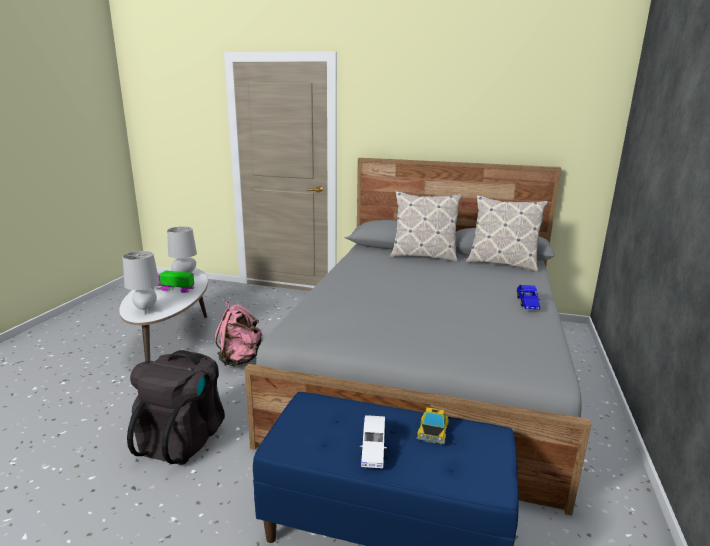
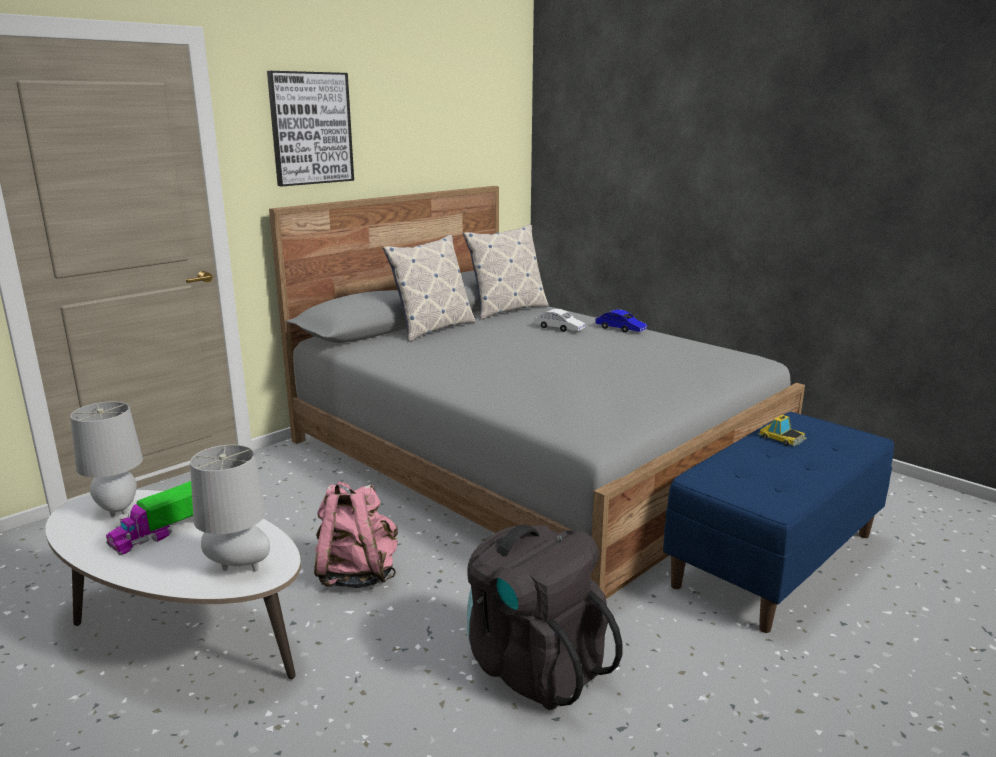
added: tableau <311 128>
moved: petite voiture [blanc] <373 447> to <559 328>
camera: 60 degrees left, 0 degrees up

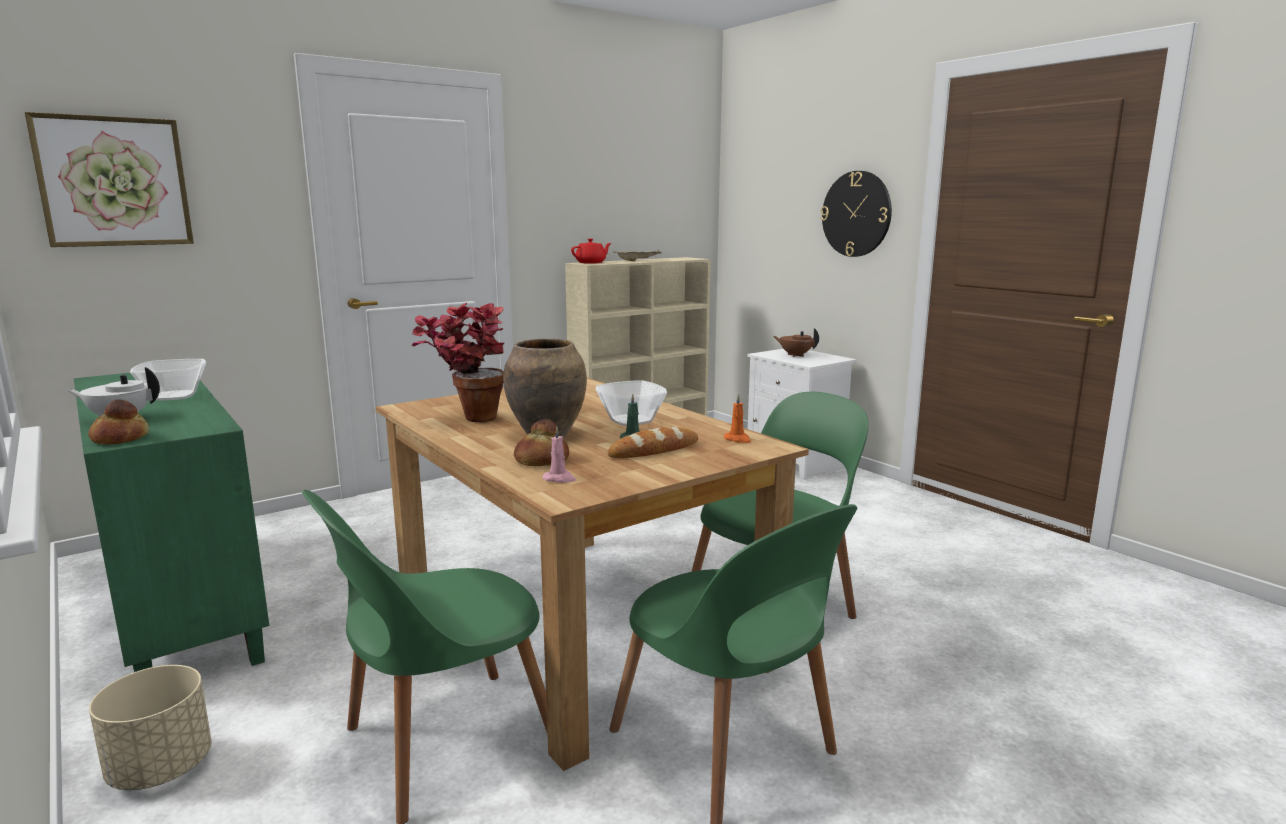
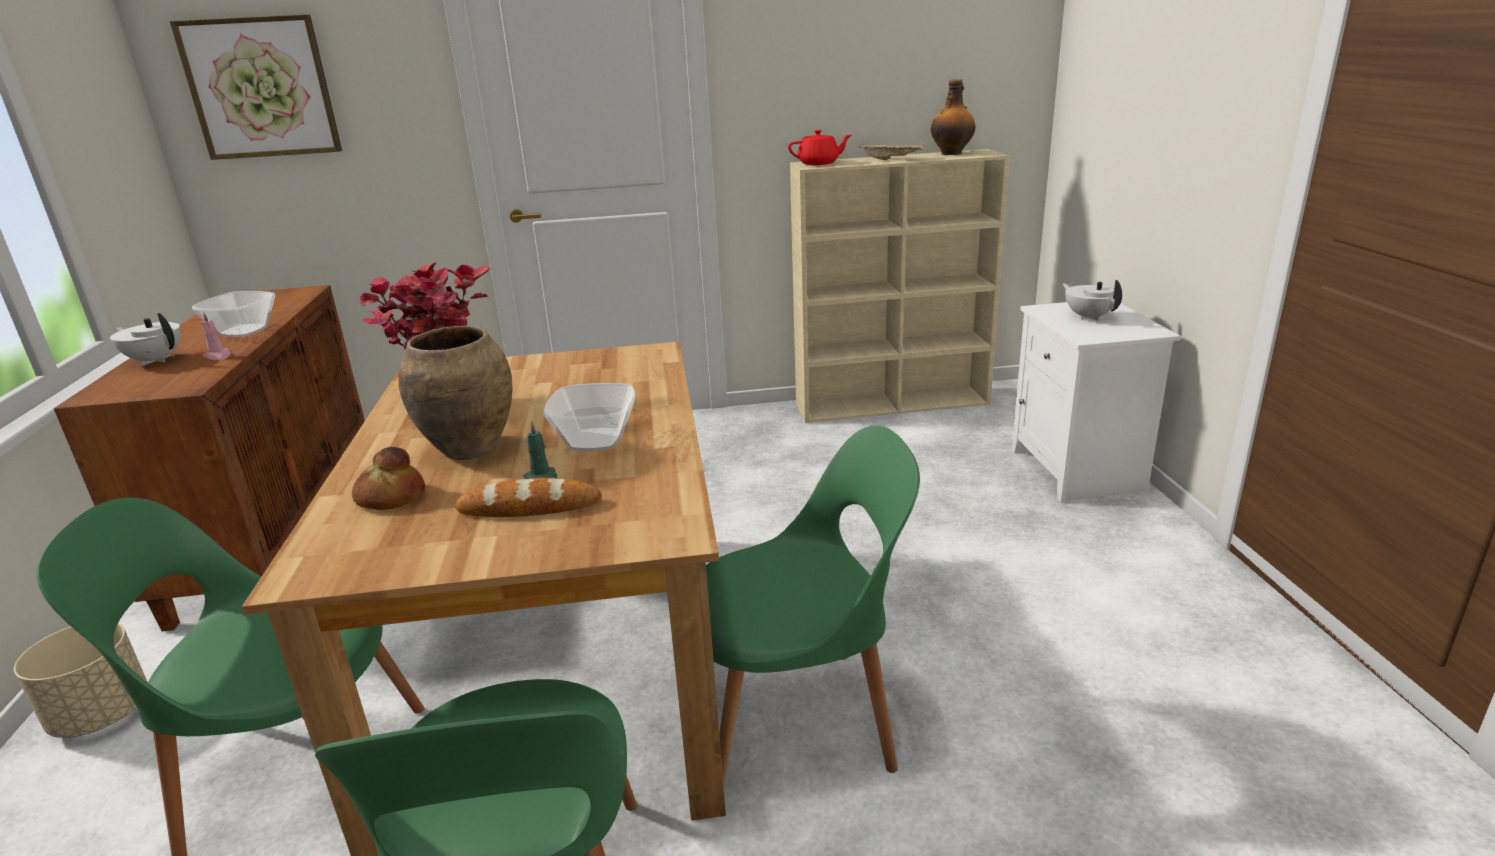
removed: pain <120 438>; bougie [orange] <738 439>; horloge murale <856 214>
added: bouteille <952 153>
moved: bougie [rose] <560 479> to <218 356>
recoloured: meuble de rangement [vert] <179 607> to meuble de rangement [marron] <279 532>; théière [marron] <795 355> to théière [blanc] <1088 317>
camera: 30 degrees right, 10 degrees up

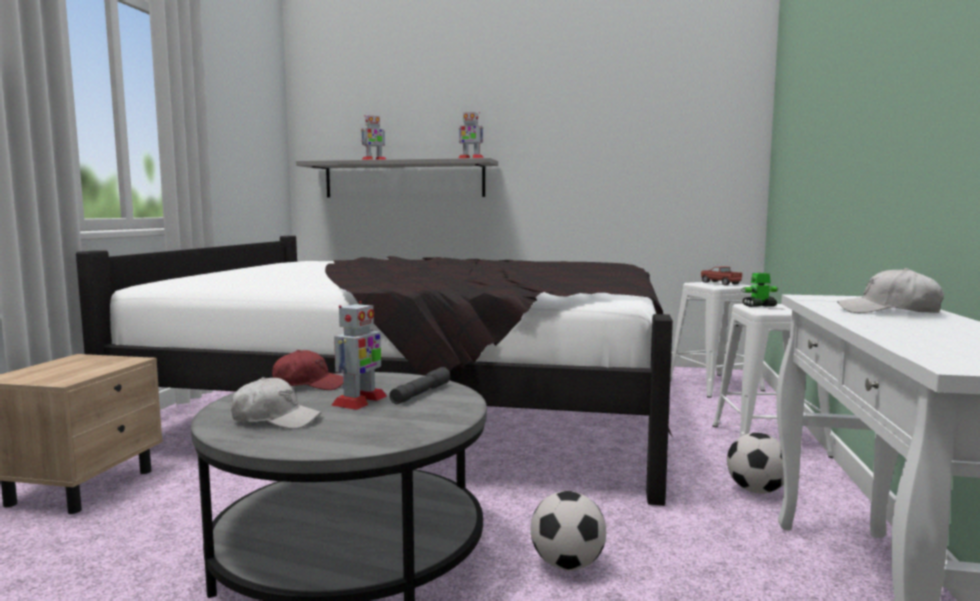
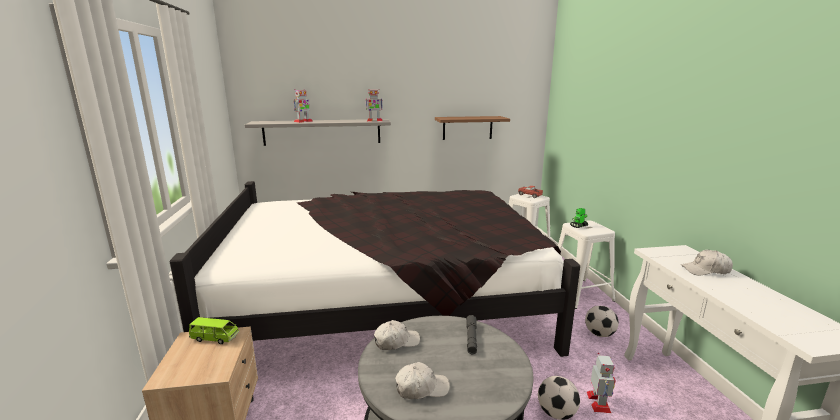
added: petite voiture [vert] <215 338>; étagère [marron] <467 128>
moved: robot jouet <359 401> to <598 402>
recoloured: casquette [rouge] <309 384> to casquette [blanc] <396 341>
camera: 20 degrees left, 10 degrees up

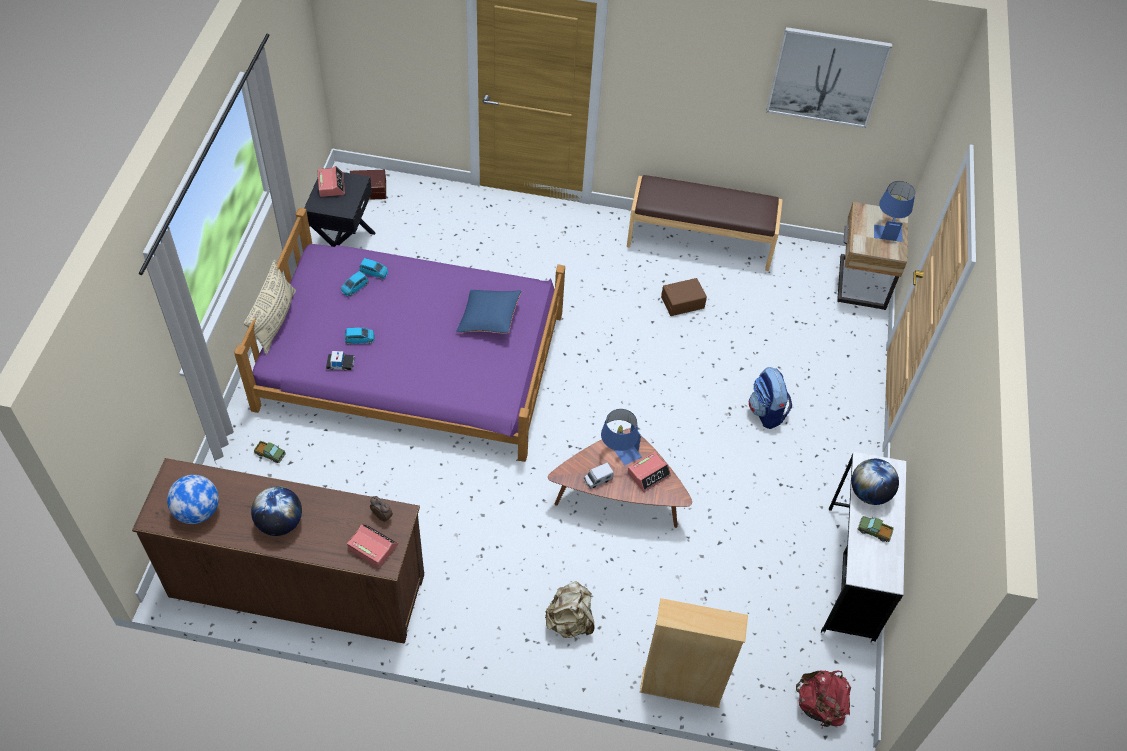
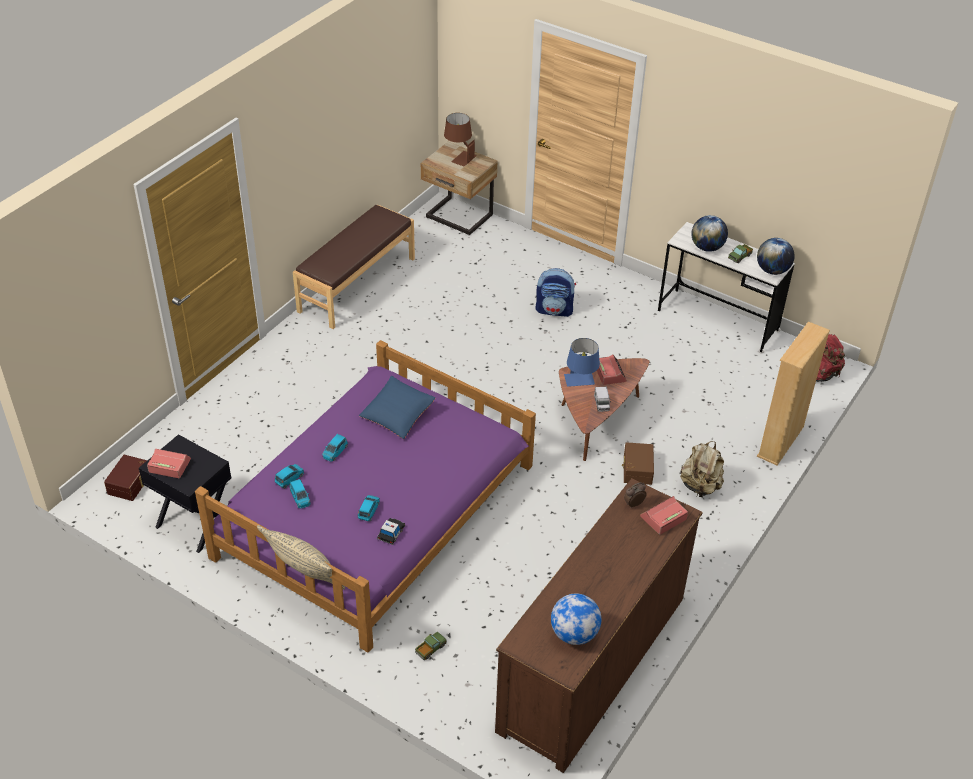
removed: tableau <827 77>
added: petite voiture [bleu] <335 452>
moved: globe <280 523> to <772 270>; boîte de rangement [marron] <682 301> to <636 469>
recoloured: lampe de table [bleu] <887 228> to lampe de table [marron] <459 157>
camera: 65 degrees left, 10 degrees down

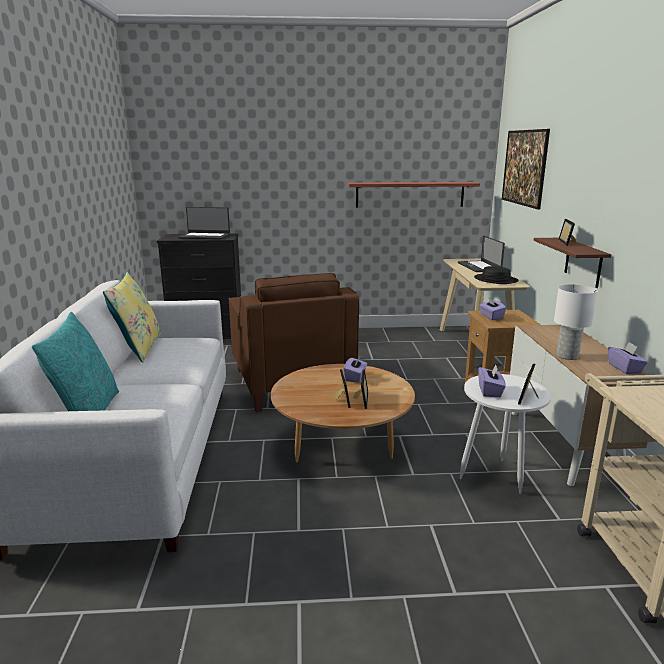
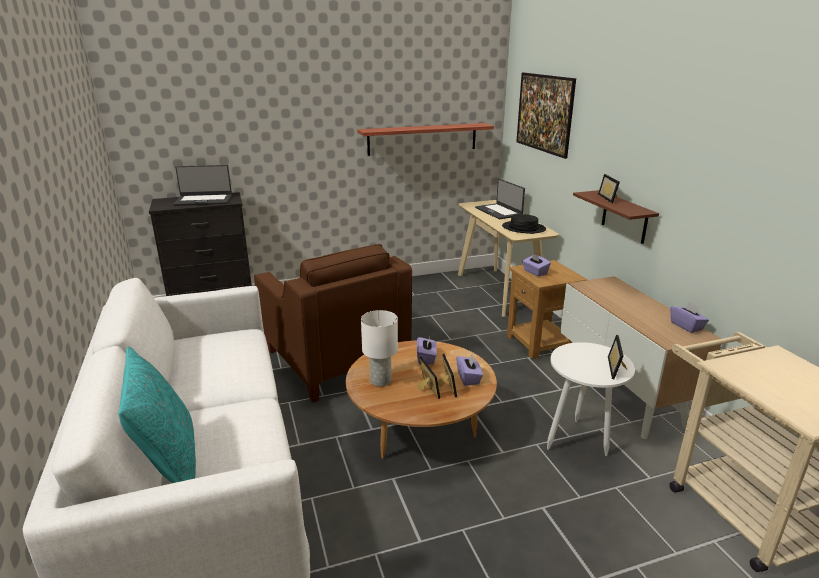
removed: coussin [jaune] <138 348>
moved: boîte à mouchoirs [violet] <490 391> to <469 378>; lampe de table [blanc] <567 356> to <381 380>
camera: 15 degrees left, 5 degrees up

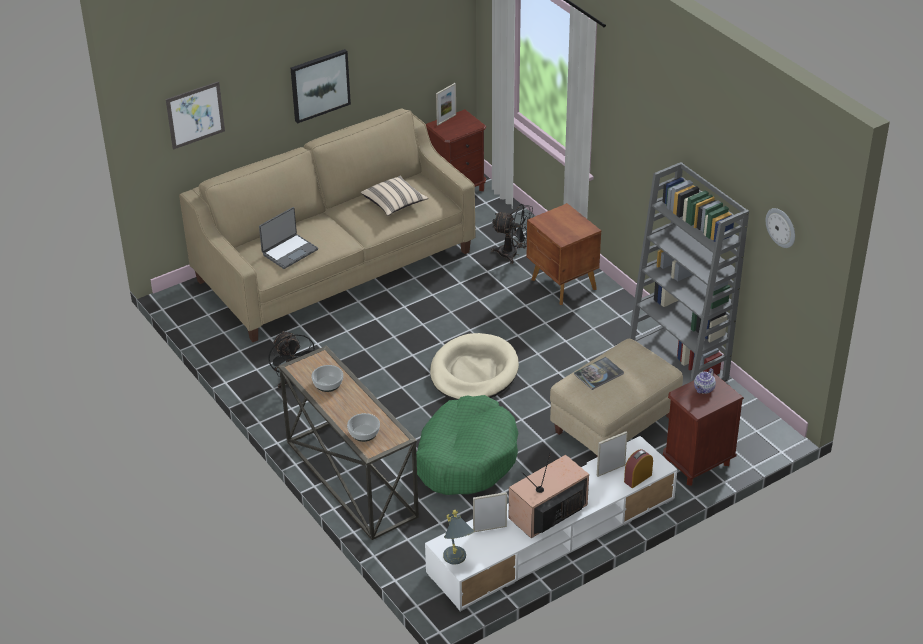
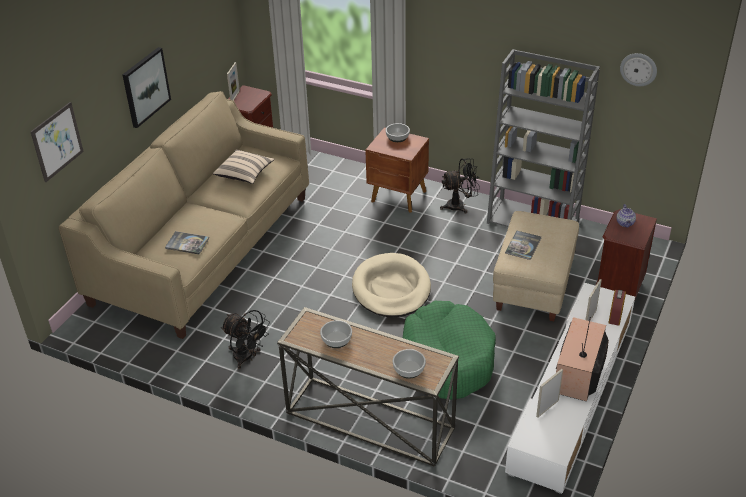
removed: lampe de table [gris] <457 562>
added: bol <397 137>
moved: ventilateur [noir] <513 254> to <460 205>
replaced: ordinateur portable <289 252> to livre <187 243>
camera: 30 degrees left, 0 degrees up

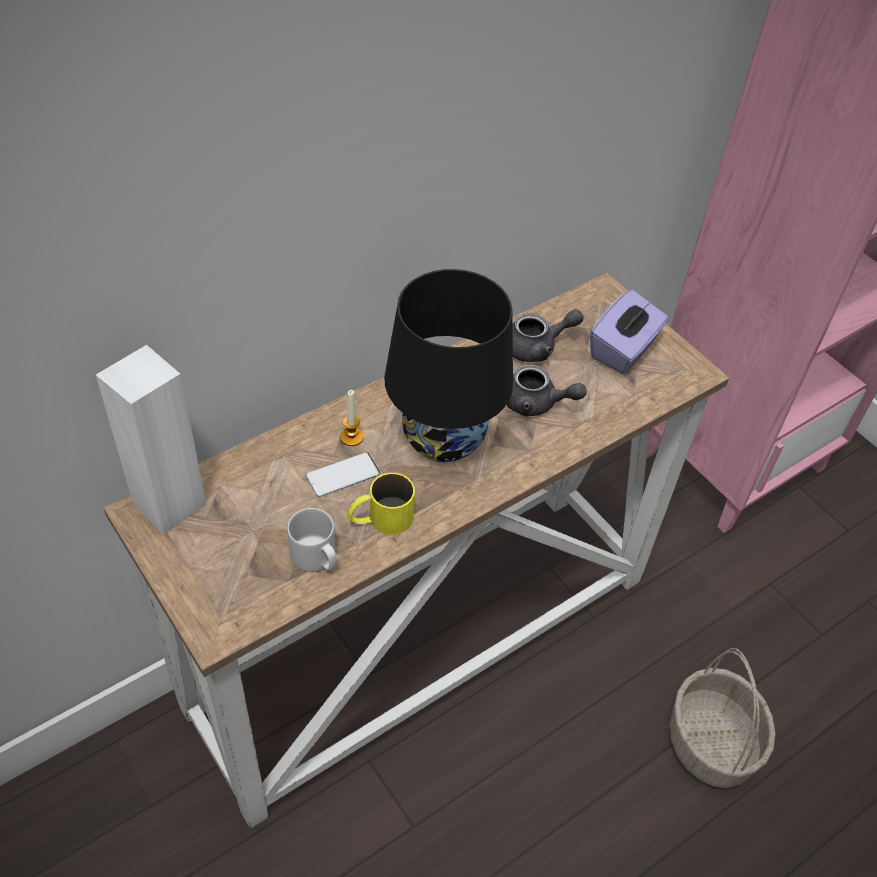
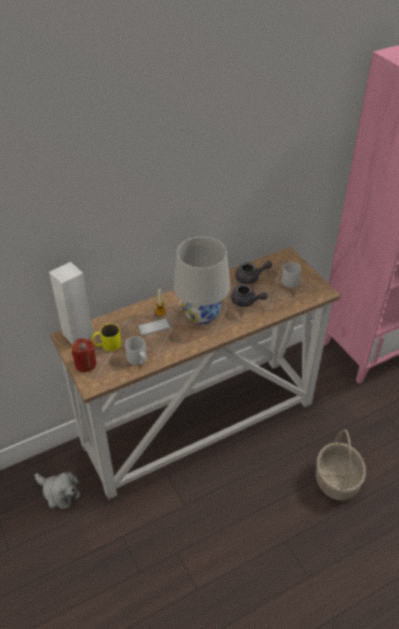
added: peluche <59 493>; bougie [rouge] <85 364>
moved: mug [jaune] <380 519> to <106 344>
replaced: boîte à mouchoirs [violet] <623 350> to mug [gris] <291 281>
recoloured: lampe de table [noir] <443 438> to lampe de table [blanc] <201 314>
camera: 10 degrees right, 5 degrees down

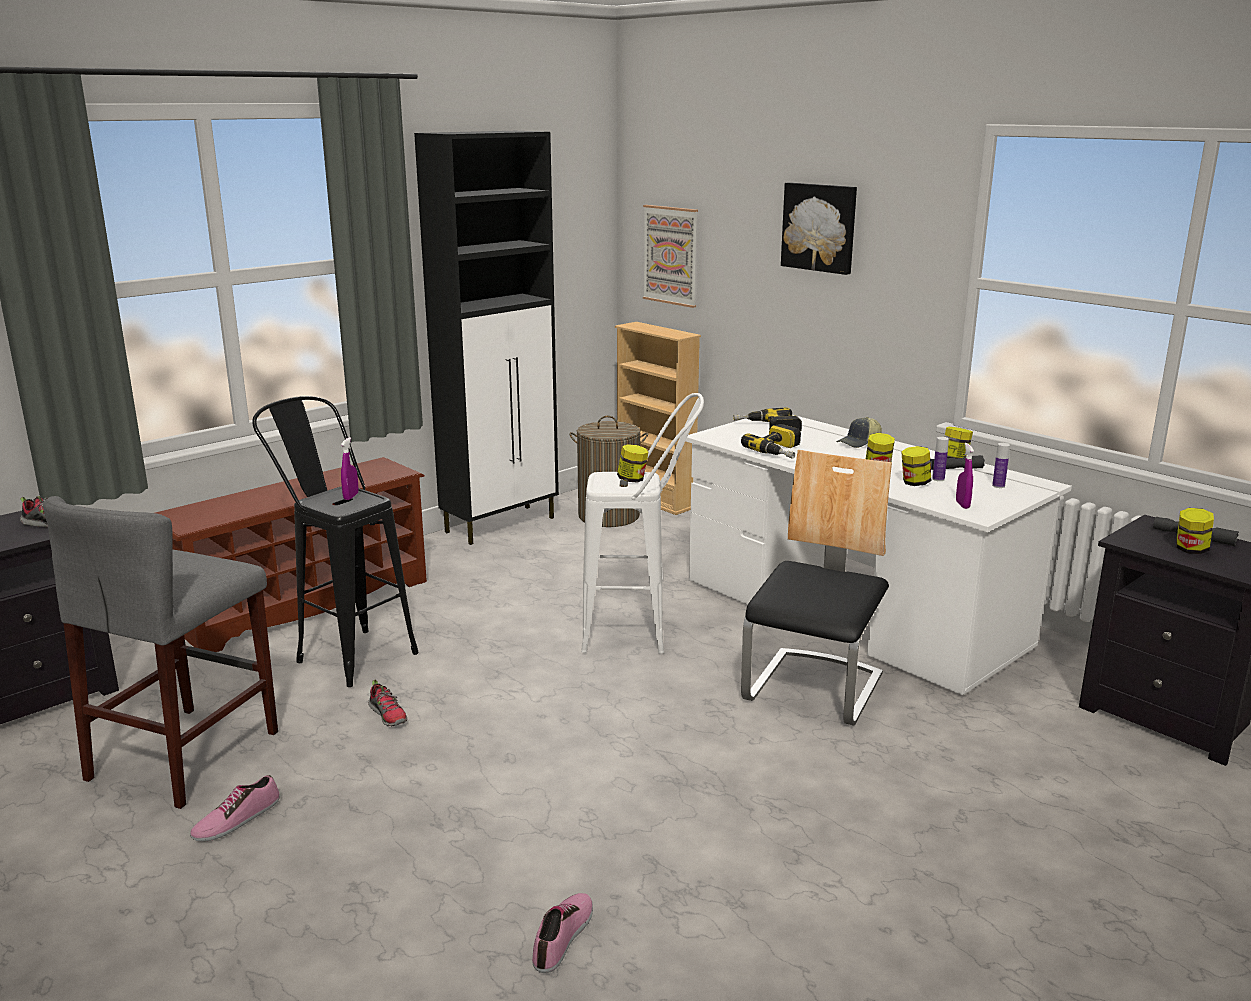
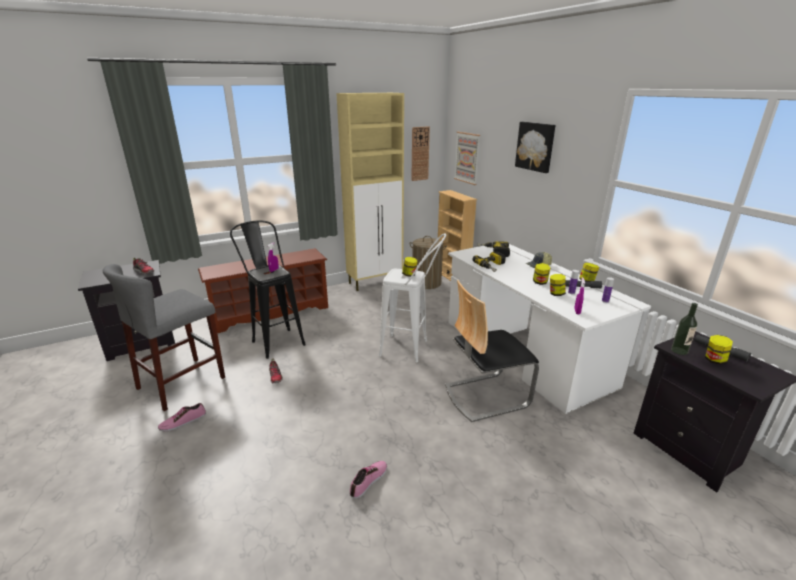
added: horloge murale <420 154>; bouteille <679 351>
moved: chaussure <563 937> to <369 481>
recoloured: meuble de rangement [noir] <502 524> to meuble de rangement [beige] <375 282>
turned: chaise <814 688> = <486 395> 150 degrees counterclockwise
camera: 15 degrees right, 5 degrees up

